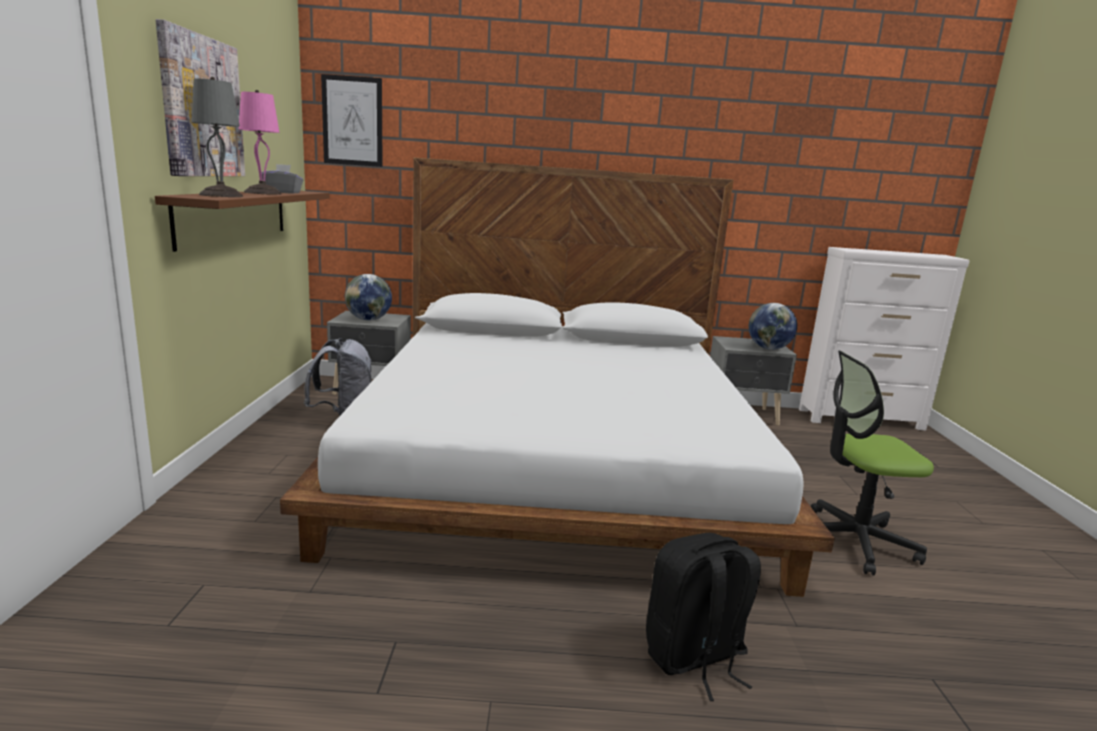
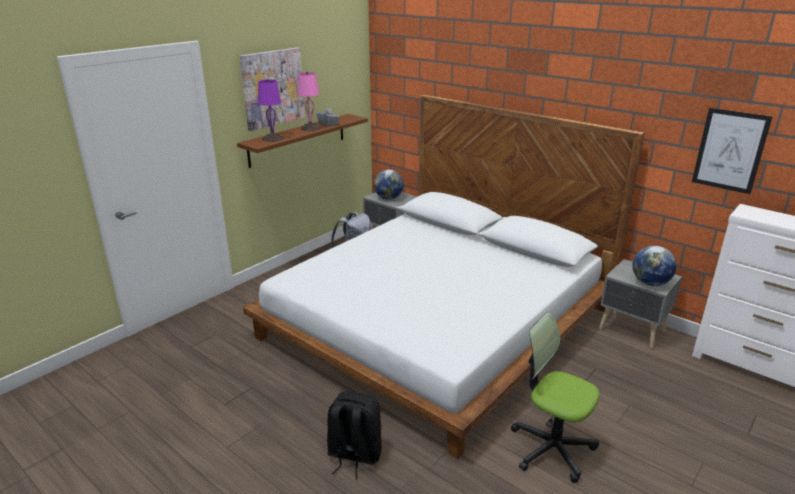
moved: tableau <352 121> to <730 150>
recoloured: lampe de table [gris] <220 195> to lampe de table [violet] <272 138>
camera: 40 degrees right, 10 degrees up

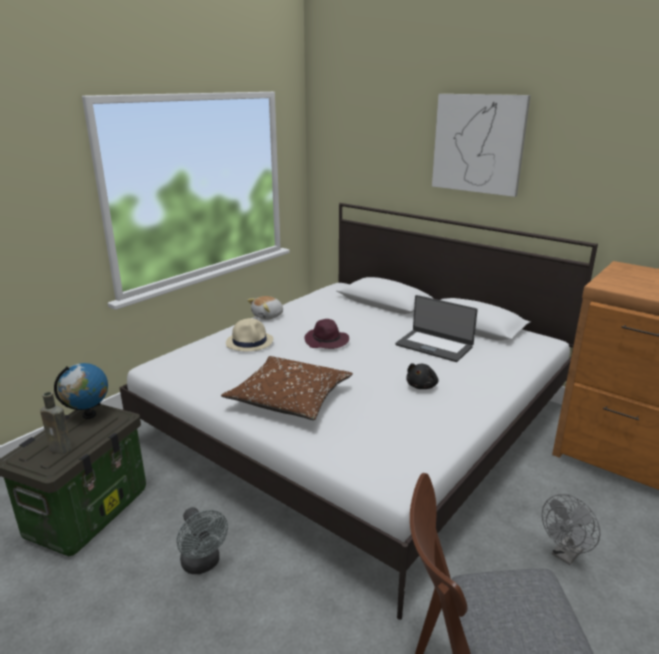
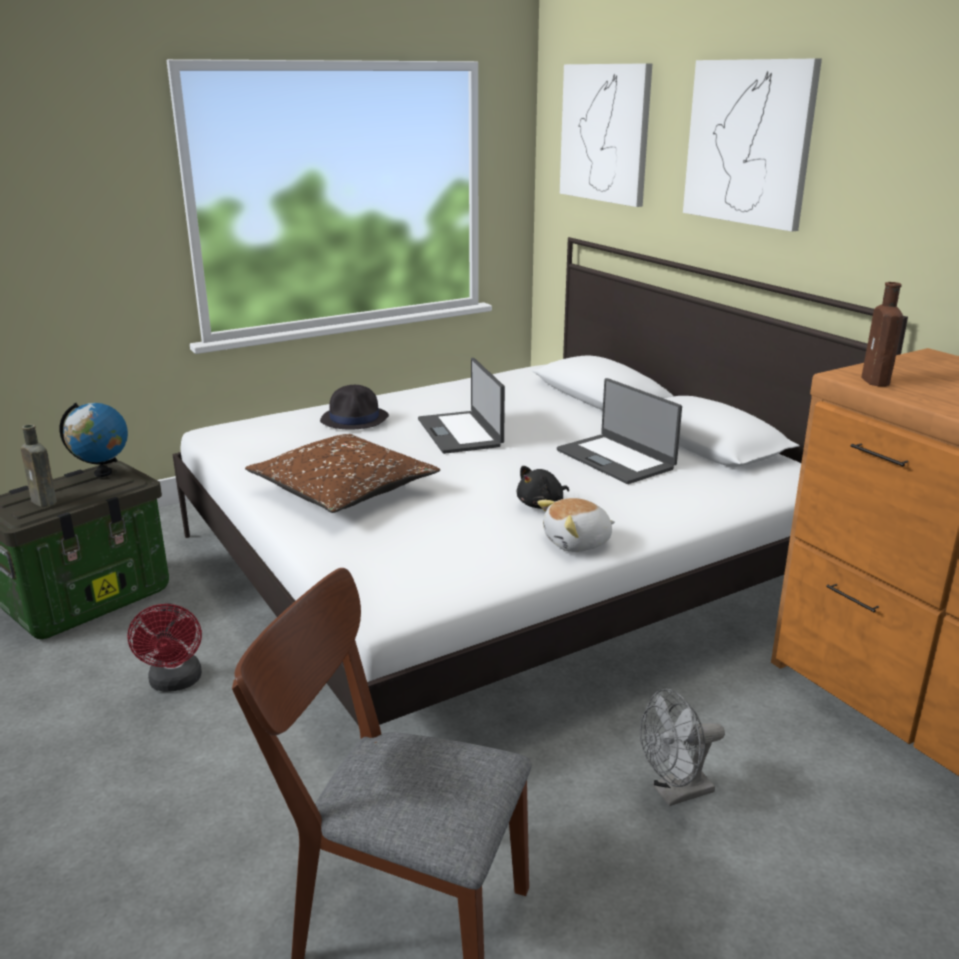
added: tableau <605 133>; bouteille [marron] <876 382>
moved: peluche <268 316> to <578 543>
replaced: chapeau [violet] <327 341> to ordinateur portable <461 433>
recoloured: ventilateur [gris] <203 564> to ventilateur [rouge] <175 683>; chapeau [beige] <250 342> to chapeau [noir] <355 419>
camera: 20 degrees right, 0 degrees up

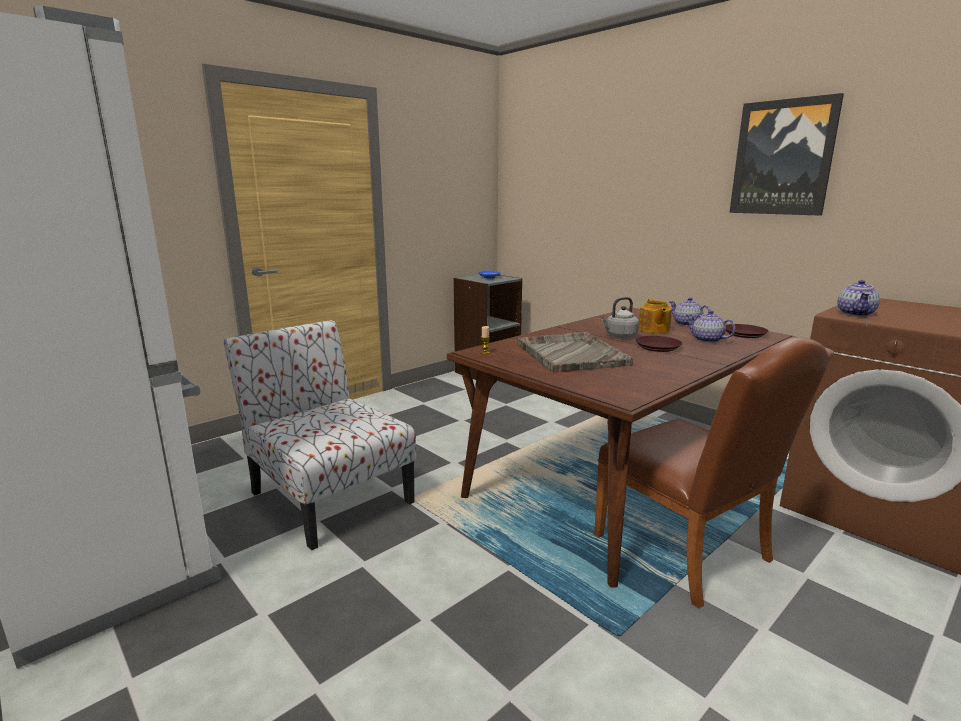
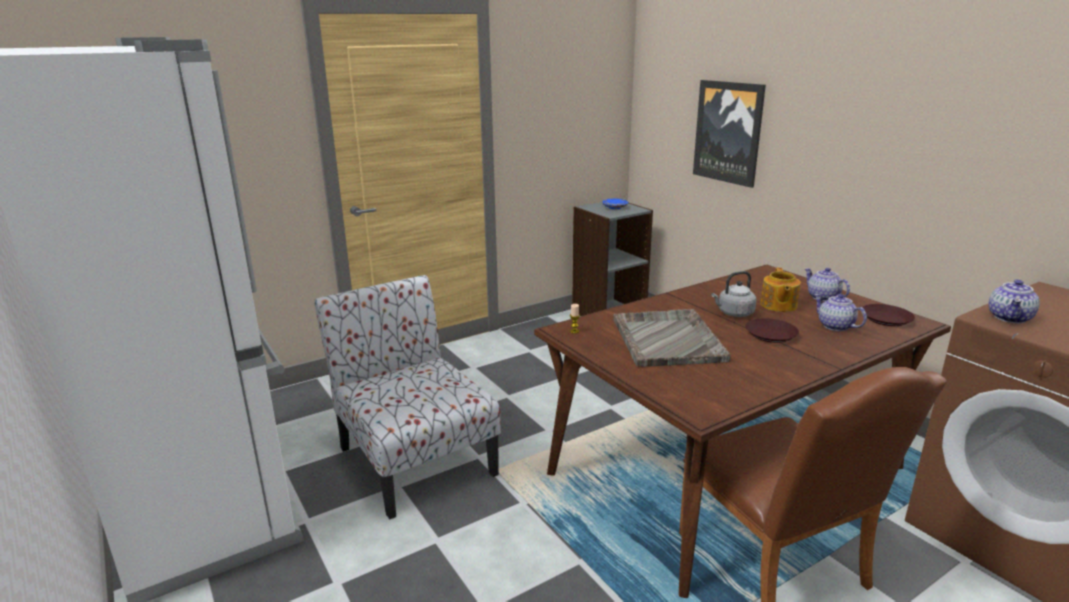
moved: tableau <783 158> to <728 132>
camera: 10 degrees right, 5 degrees up

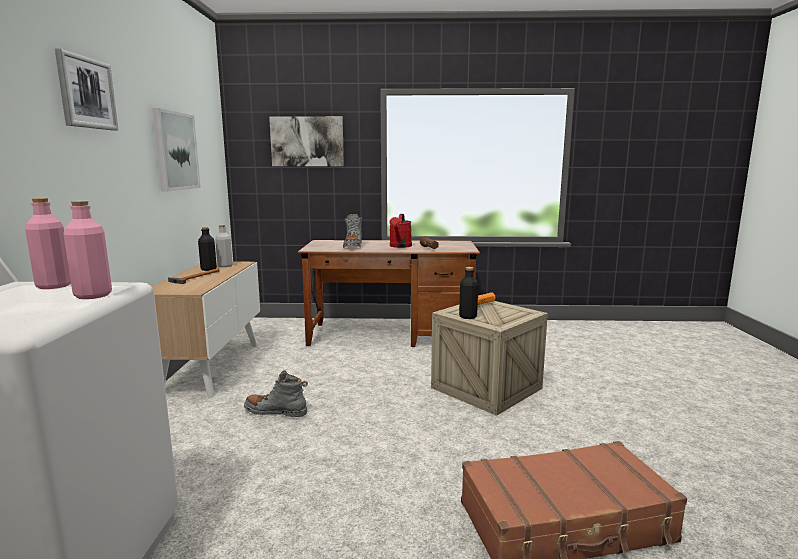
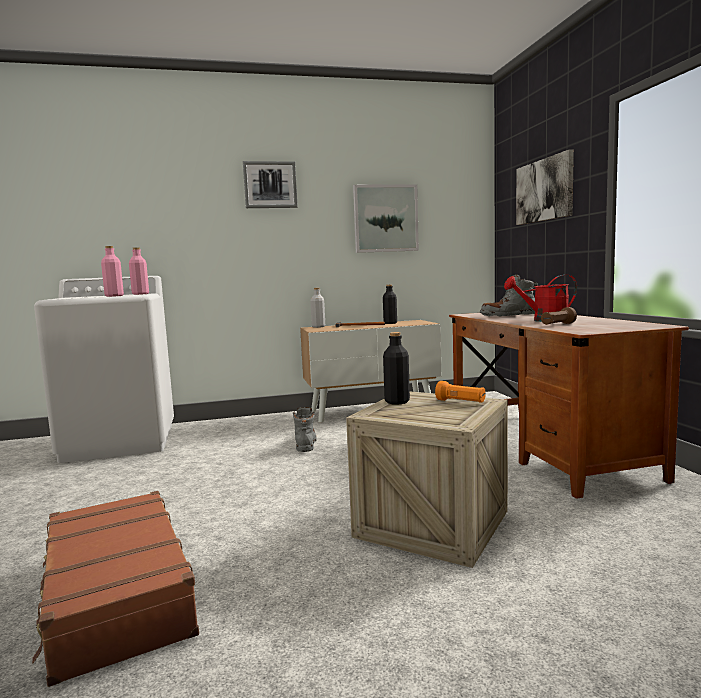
moved: bouteille [gris] <225 266> to <318 327>
camera: 75 degrees right, 5 degrees down

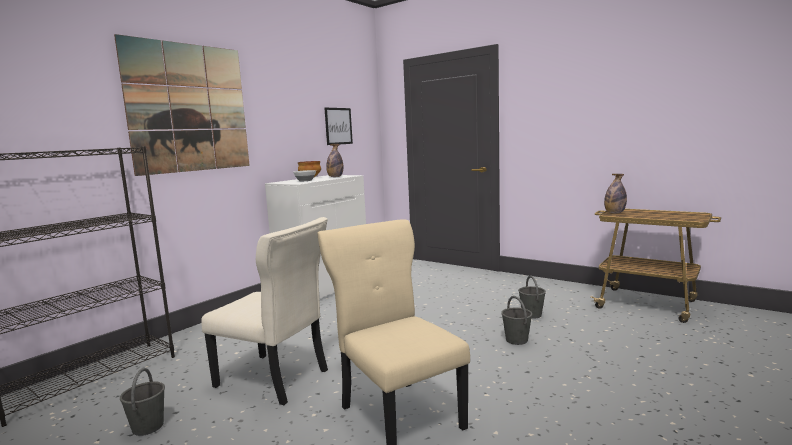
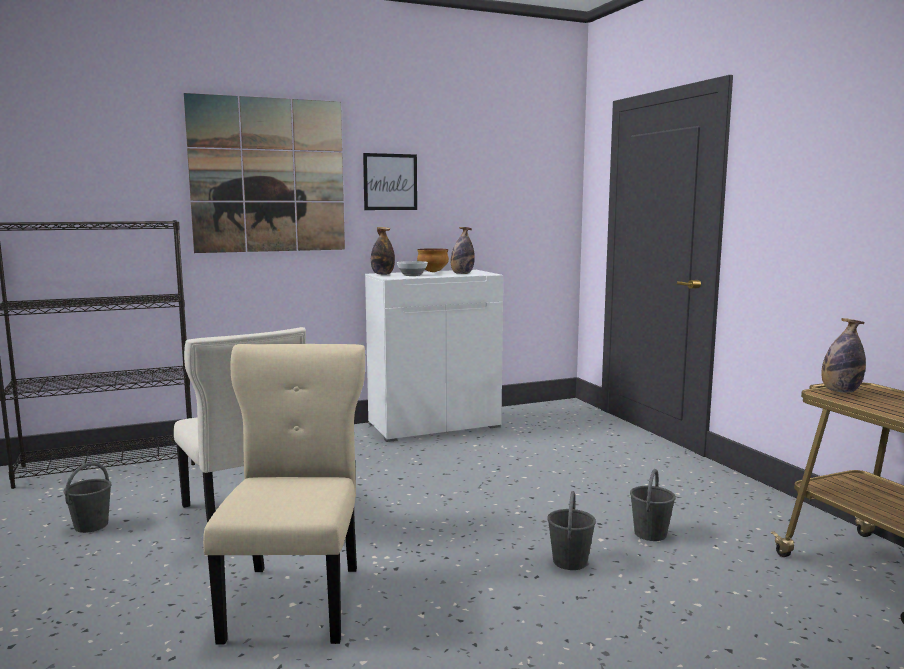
added: bouteille <382 274>
moved: tableau <338 126> to <390 182>
camera: 30 degrees right, 0 degrees up

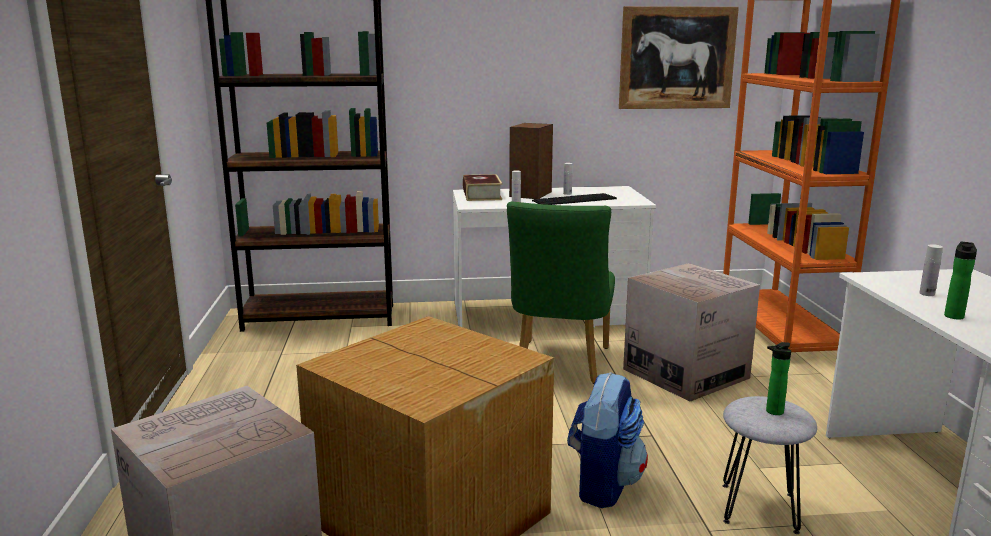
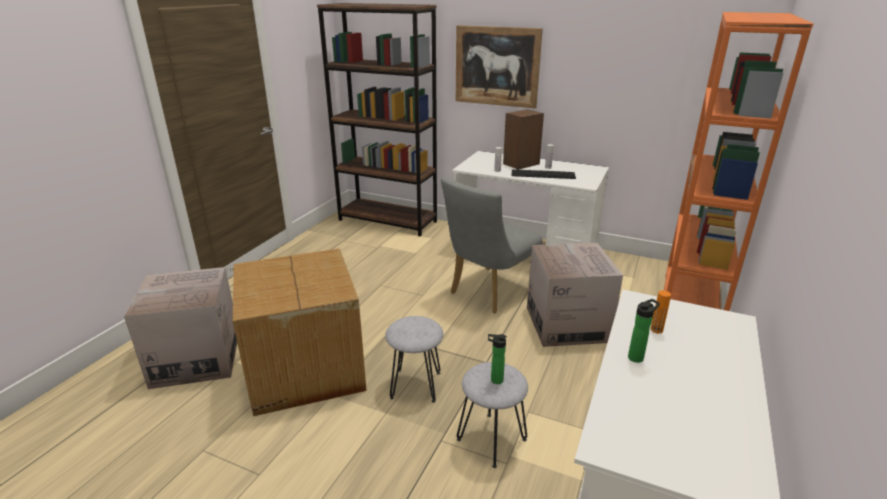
removed: livre <481 195>
moved: tableau <677 58> to <497 66>
replaced: sac à dos <603 484> to tabouret [gris] <416 384>
recoloured: chaise [vert] <560 365> to chaise [gris] <488 293>; bouteille [blanc] <927 294> to bouteille [orange] <656 330>
camera: 30 degrees right, 10 degrees up

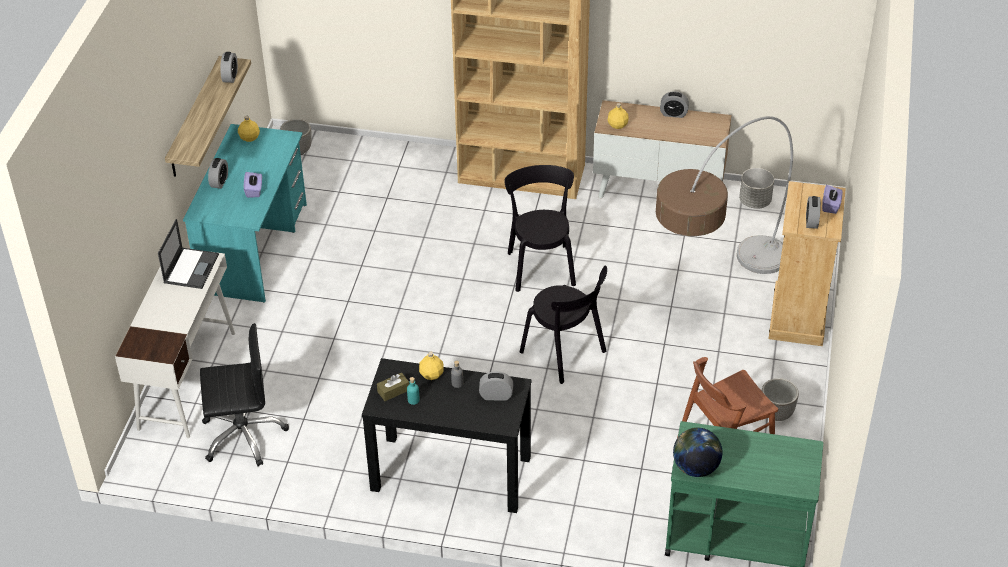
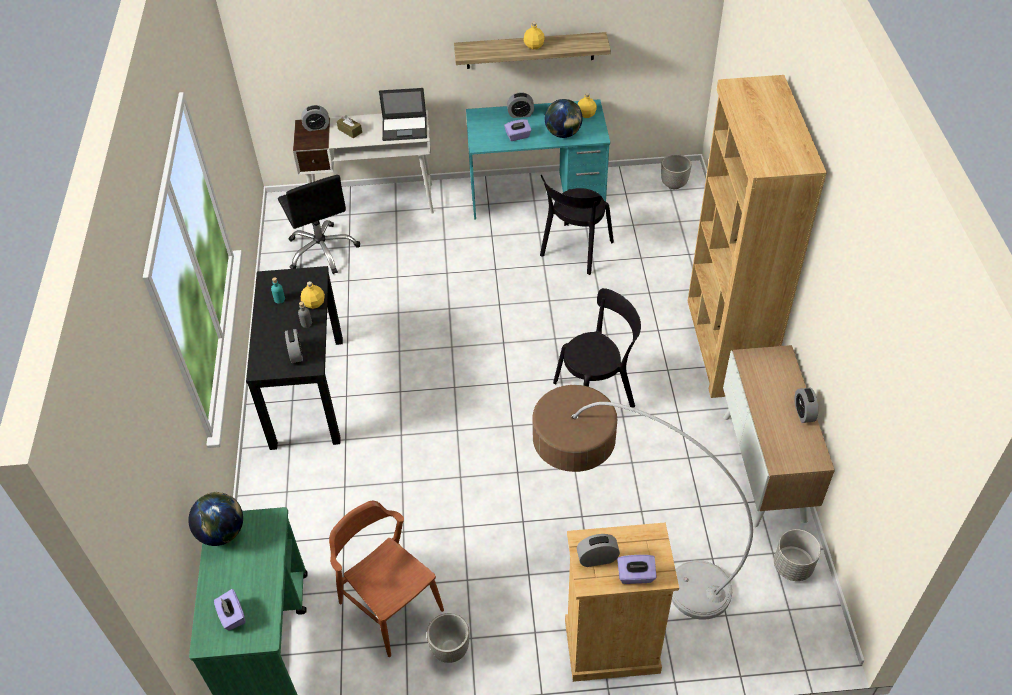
added: boîte à mouchoirs [violet] <232 616>; globe <563 134>
moved: réveil <230 76> to <316 127>; boîte à mouchoirs [marron] <393 391> to <350 131>; chaise [noir] <565 354> to <575 251>; bouteille [jaune] <617 125> to <534 46>
camera: 75 degrees right, 5 degrees up

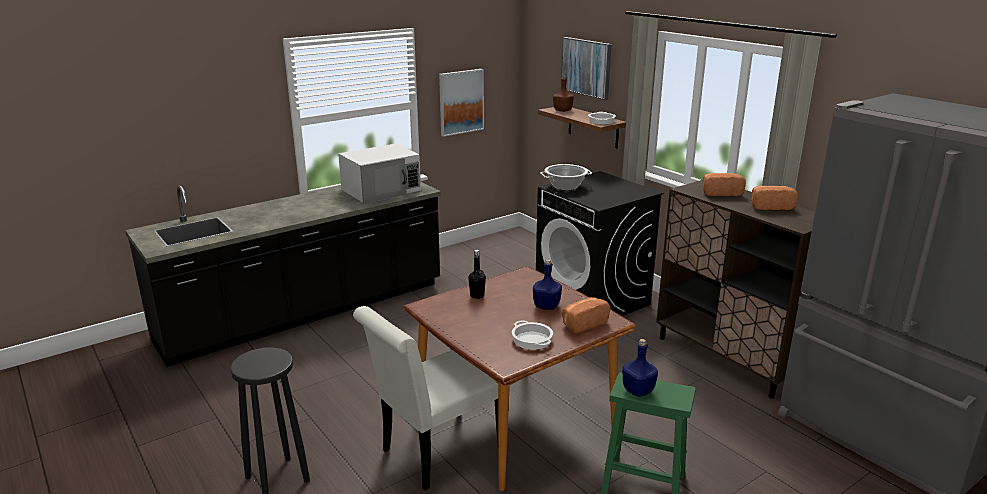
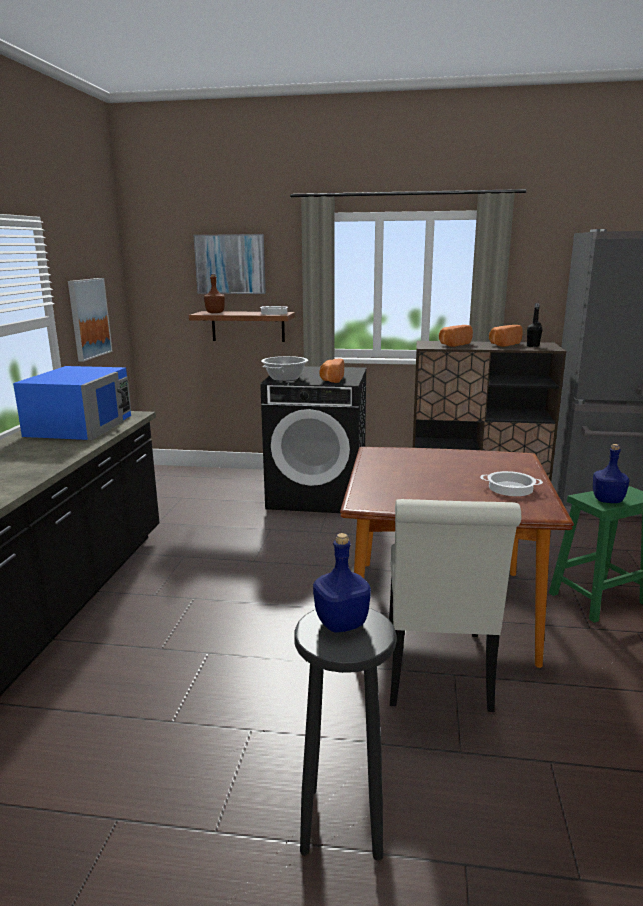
moved: bouteille [noir] <477 295> to <533 346>; bouteille [bleu] <546 306> to <340 623>; pain <582 323> to <331 380>
recoloured: micro-ondes [blanc] <382 190> to micro-ondes [bleu] <81 425>
camera: 45 degrees left, 5 degrees down

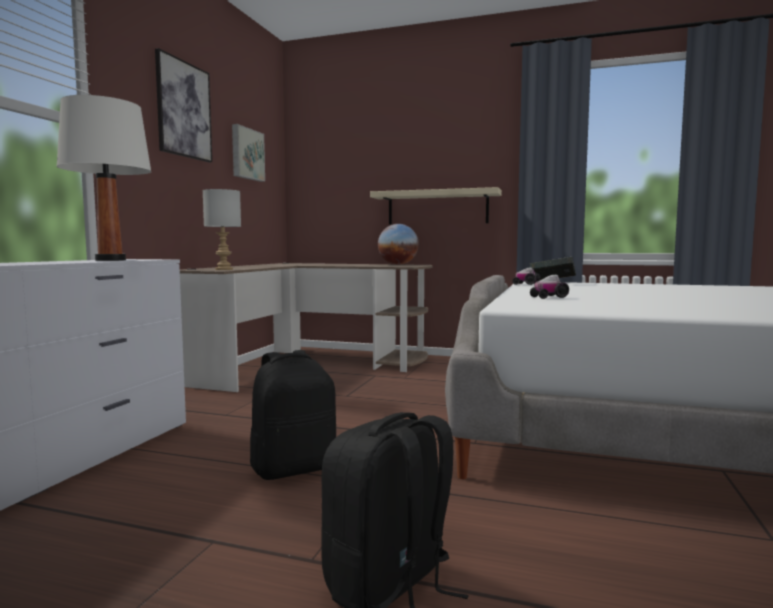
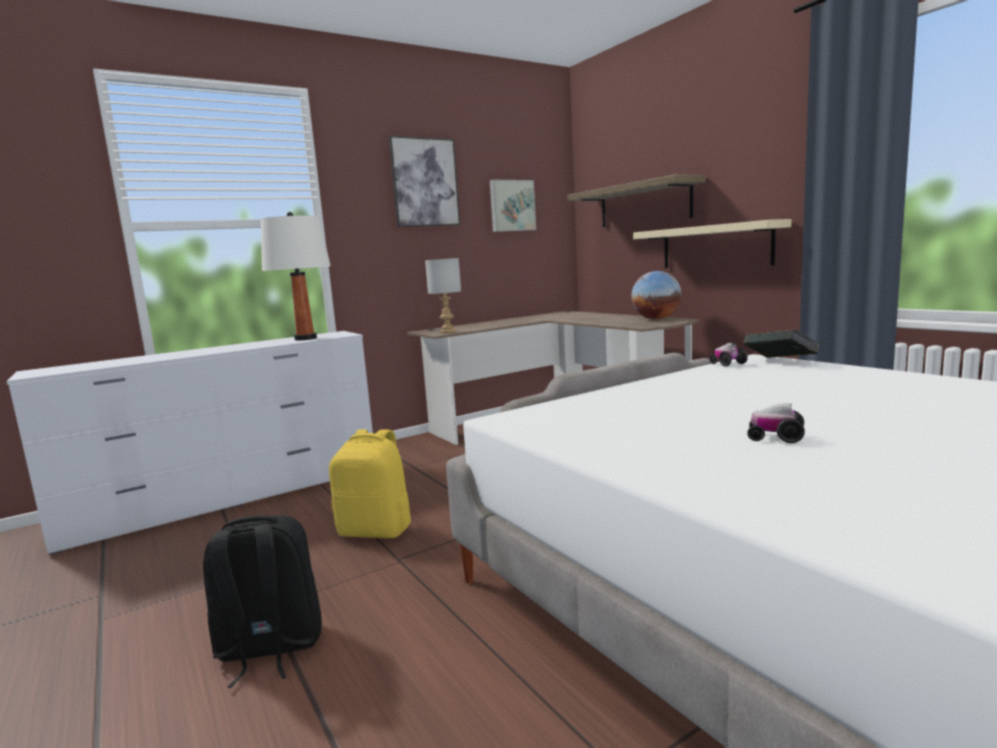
added: étagère <644 204>
moved: petite voiture <548 297> to <775 438>
recoloured: sac à dos [noir] <294 468> to sac à dos [jaune] <376 530>
camera: 40 degrees right, 5 degrees up

